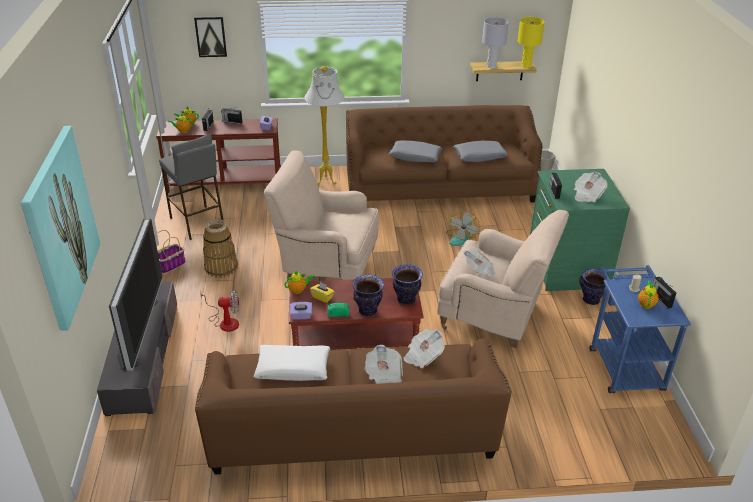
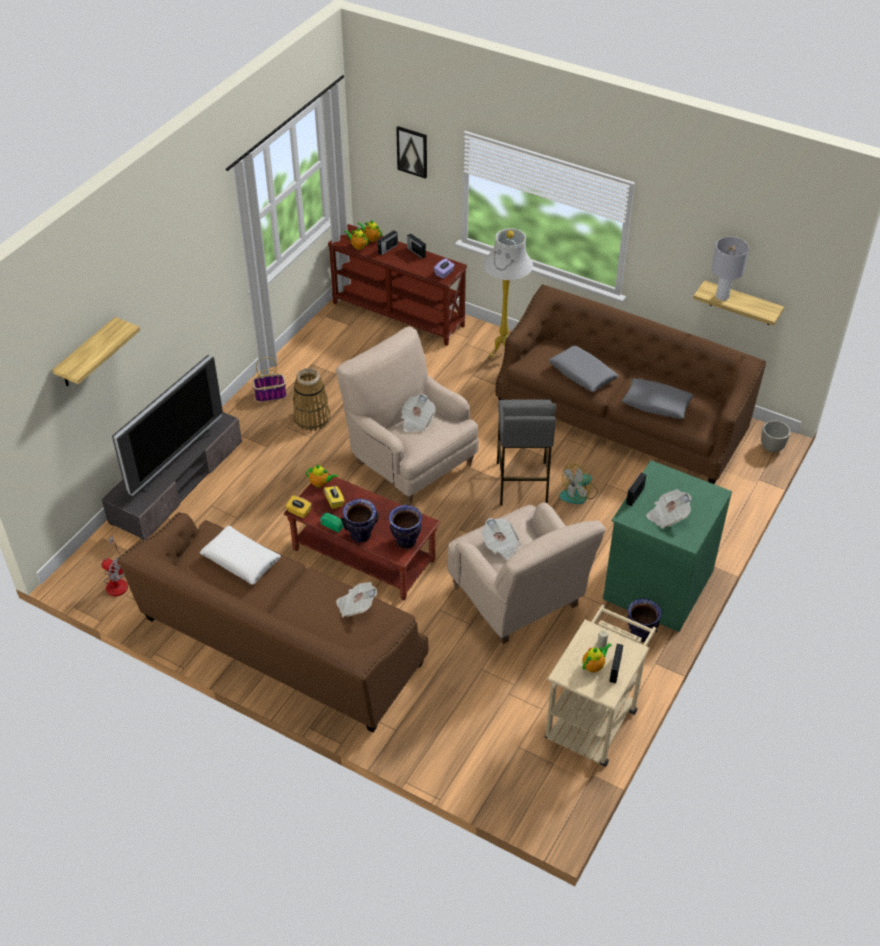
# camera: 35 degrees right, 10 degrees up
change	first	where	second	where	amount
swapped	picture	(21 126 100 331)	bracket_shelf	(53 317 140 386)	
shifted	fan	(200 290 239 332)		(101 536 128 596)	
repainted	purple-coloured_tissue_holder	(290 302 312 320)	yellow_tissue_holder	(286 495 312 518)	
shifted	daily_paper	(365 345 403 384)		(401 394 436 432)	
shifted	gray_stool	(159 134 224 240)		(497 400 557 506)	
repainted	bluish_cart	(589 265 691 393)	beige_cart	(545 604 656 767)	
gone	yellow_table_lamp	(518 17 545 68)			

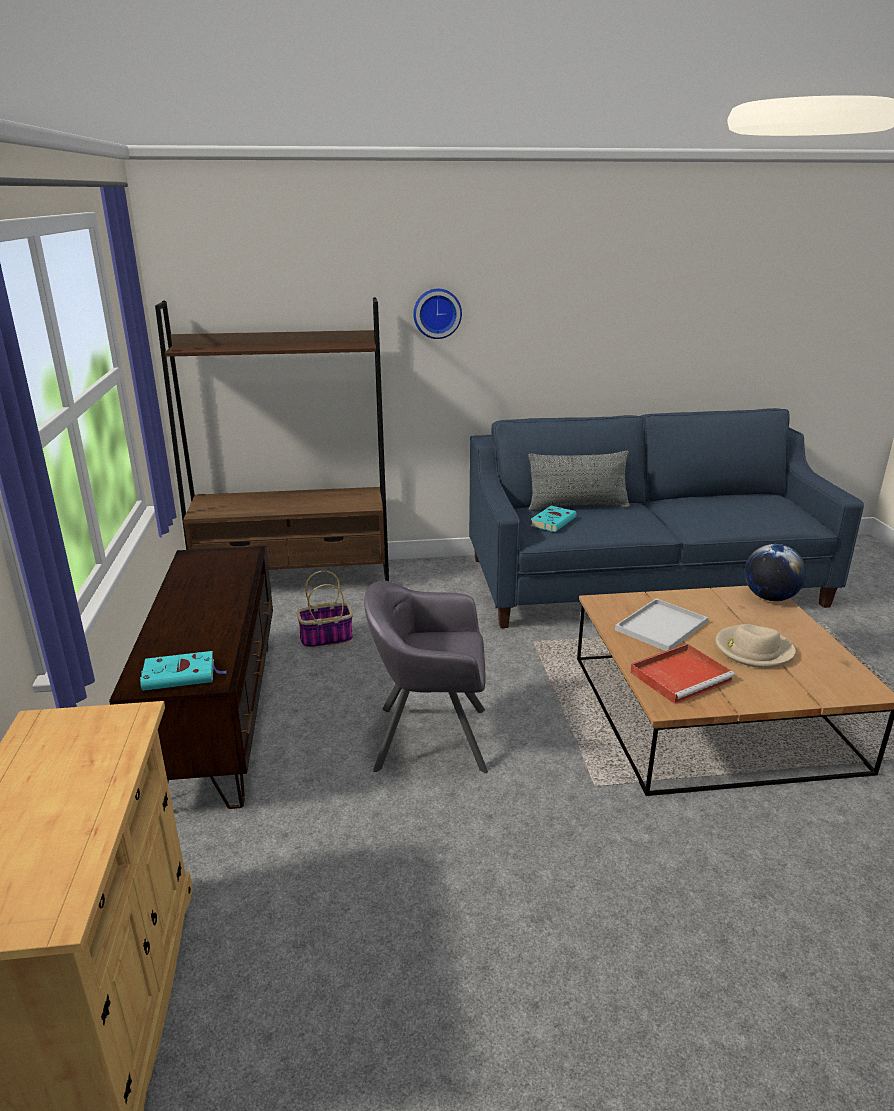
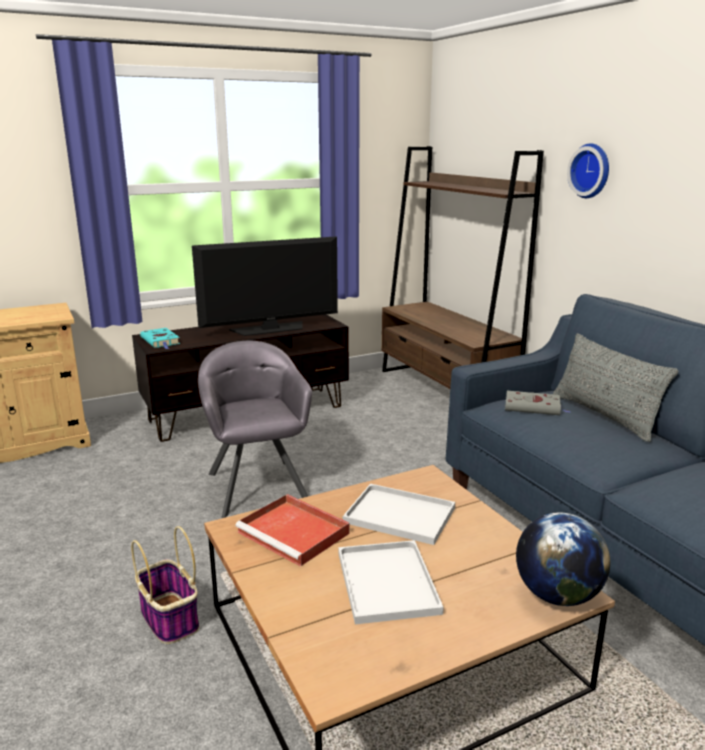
# camera: 70 degrees right, 5 degrees down
change	first	where	second	where	amount
shifted	storage_basket	(296 571 353 649)		(131 526 199 644)	
new			television	(192 236 338 336)	
swapped	beige_wearable_hat	(715 624 796 668)	white_serving_tray	(338 540 444 624)	
repainted	turquoise_book	(530 506 577 532)	gray_book	(504 391 571 415)	

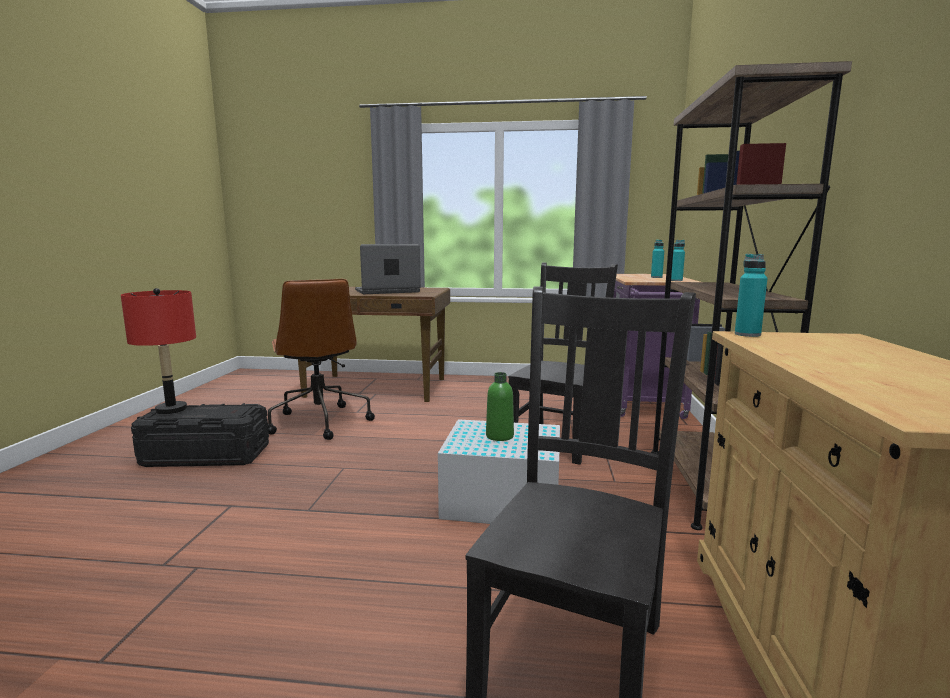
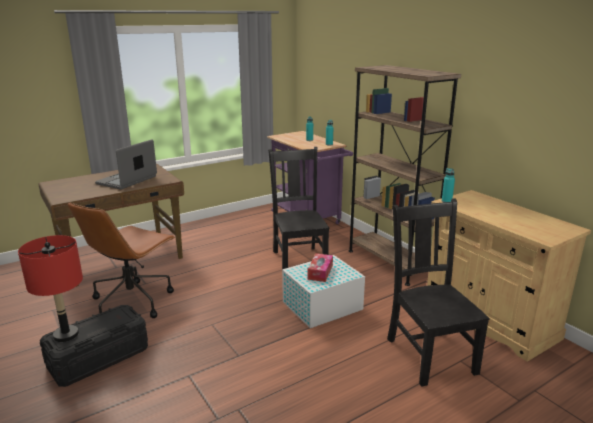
# camera: 40 degrees left, 10 degrees up
change	first	where	second	where	amount
rotated	brown-coloured_computer_chair	(268 279 375 440)		(68 202 175 318)	90 degrees clockwise
swapped	green-coloured_bottle	(486 372 514 441)	tissue_holder	(308 253 333 282)	

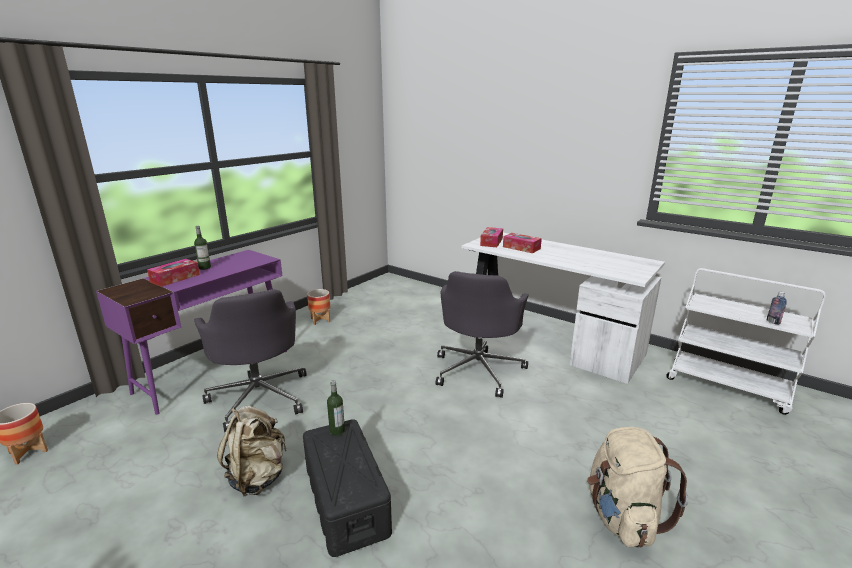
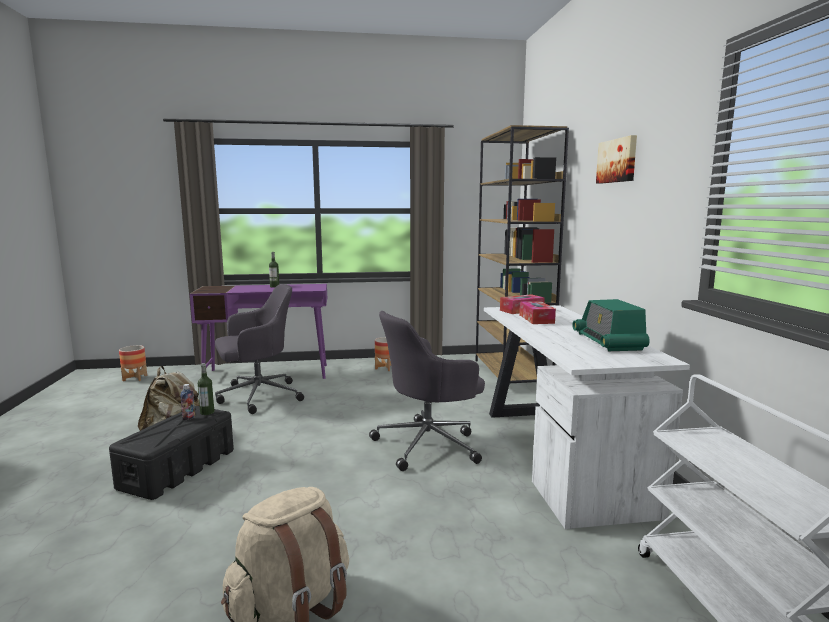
# camera: 45 degrees right, 10 degrees down
change	first	where	second	where	amount
shifted	bottle	(767 292 787 325)		(181 384 195 420)	
rotated	gray_computer_chair	(194 289 307 432)		(215 284 304 414)	135 degrees counterclockwise
new			brown-coloured_bookshelf	(476 125 569 383)	
new			radio	(572 299 650 351)	
new			picture	(596 135 637 184)	
gone	tissue_holder	(147 259 200 287)			

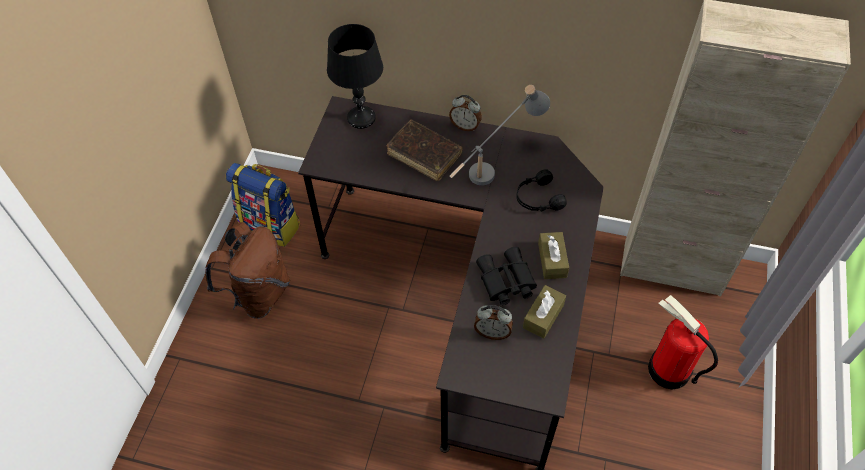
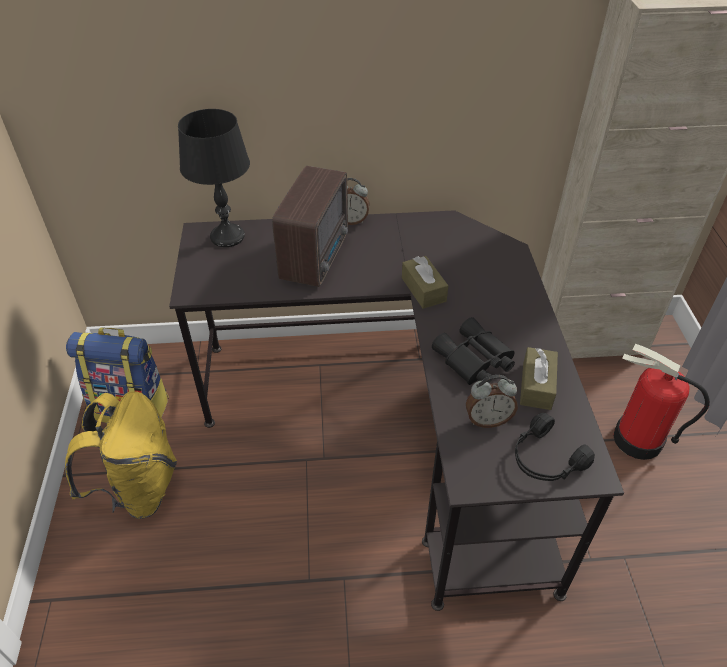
# camera: 20 degrees left, 10 degrees down
change	first	where	second	where	amount
repainted	brown-coloured_backpack	(205 222 290 319)	yellow_backpack	(65 392 177 519)	
swapped	brown-coloured_book	(387 119 462 181)	radio	(272 166 348 287)	
shifted	brown-coloured_tissue_holder	(538 232 569 279)		(402 256 448 309)	
shifted	black-coloured_pair_of_headphones	(516 169 567 212)		(515 413 595 481)	
gone	gray_table_lamp	(450 85 550 186)			

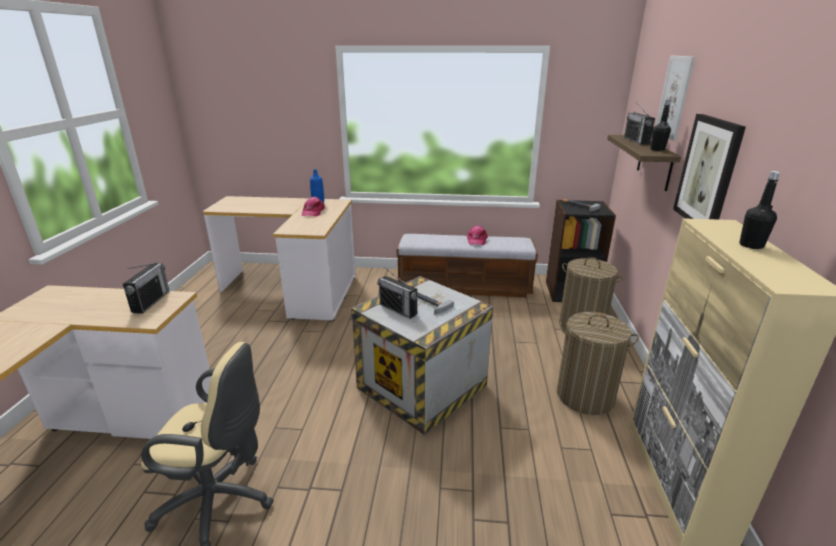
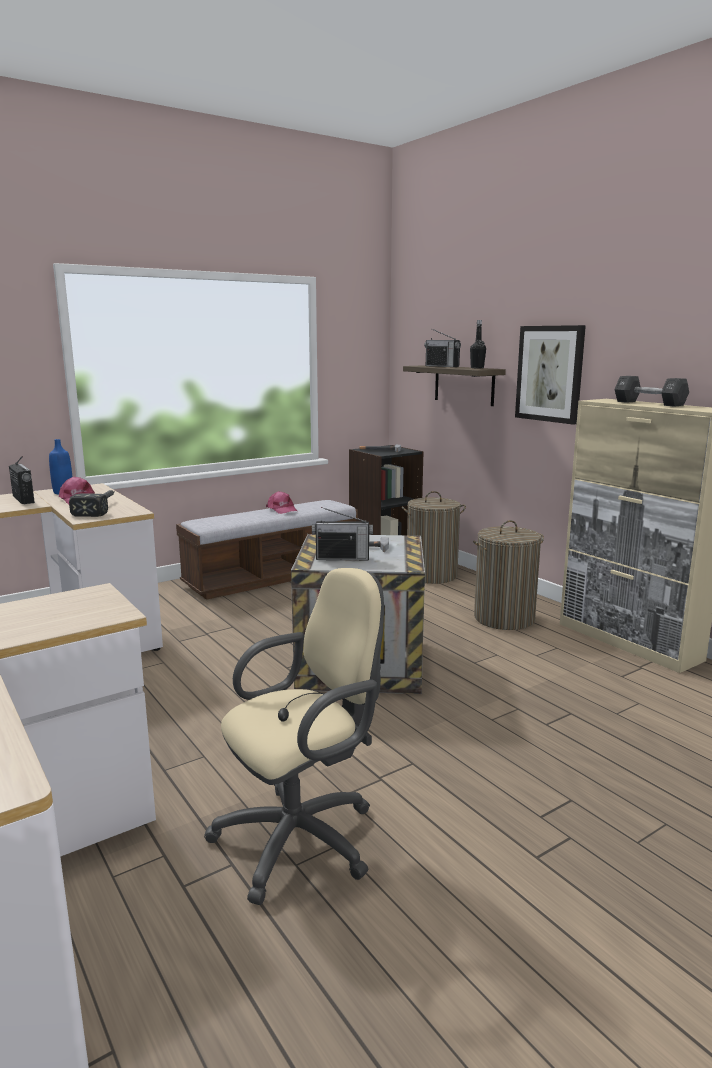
# camera: 40 degrees left, 10 degrees down
change	first	where	second	where	amount
shifted	radio	(123 262 170 314)		(9 456 35 504)	
new			tool_hammer	(69 490 114 517)	
swapped	black-coloured_bottle	(739 171 781 249)	black-coloured_dumbbell	(614 376 689 407)	
gone	picture	(656 56 695 141)			

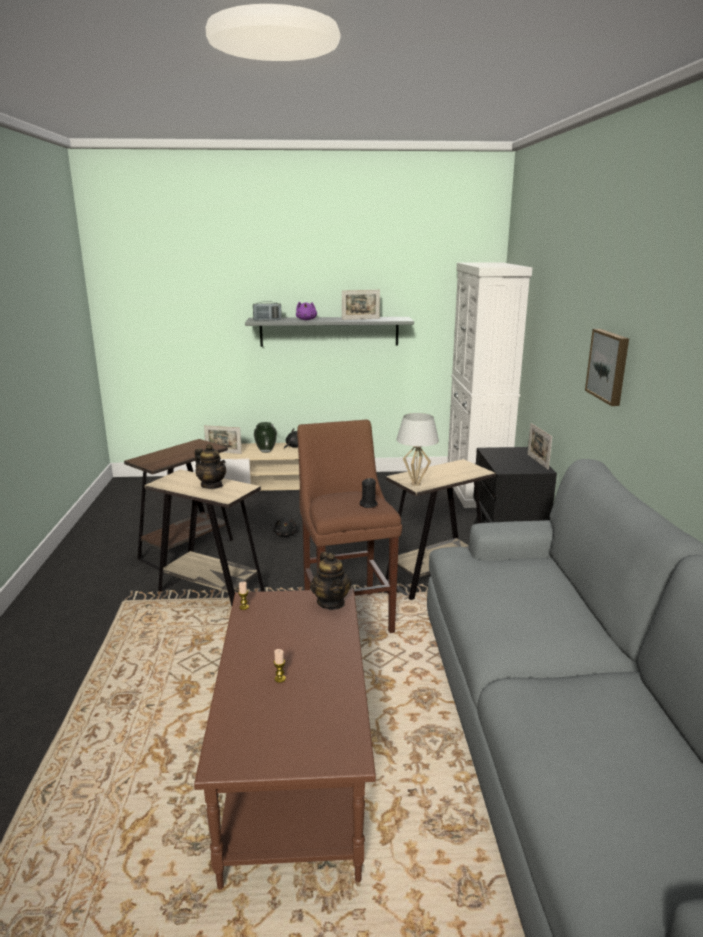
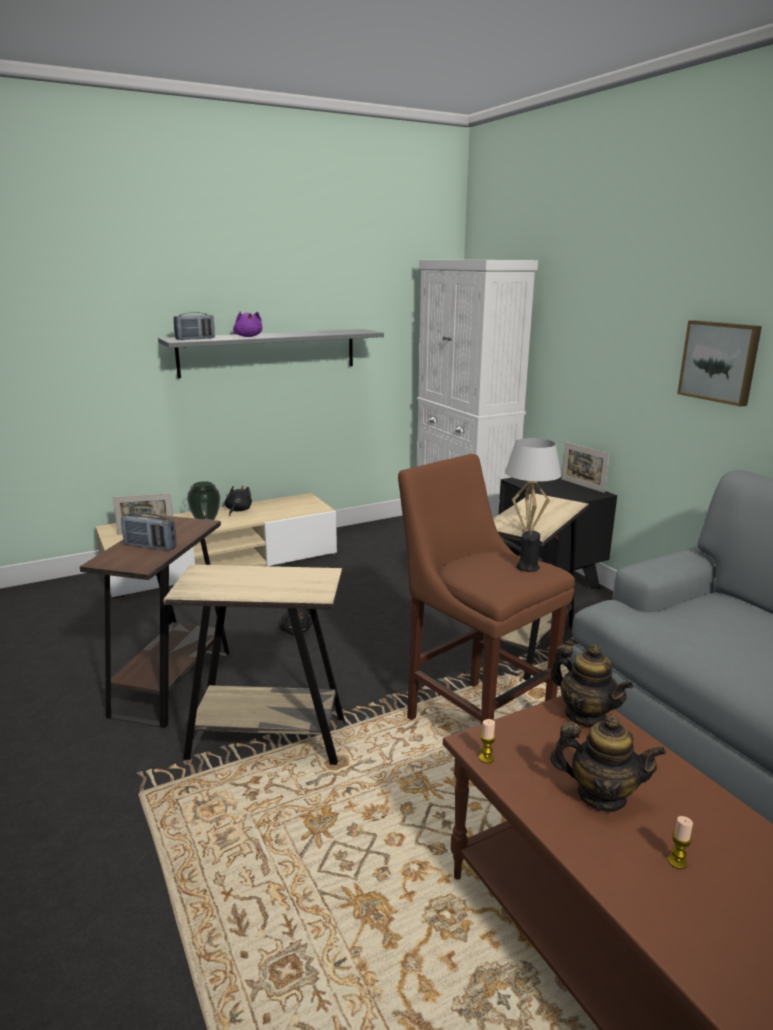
# camera: 25 degrees left, 0 degrees up
change	first	where	second	where	amount
new			radio	(121 512 176 550)	
shifted	tea_pot	(195 444 226 489)		(550 715 666 812)	
gone	standing_frame	(342 290 380 320)			

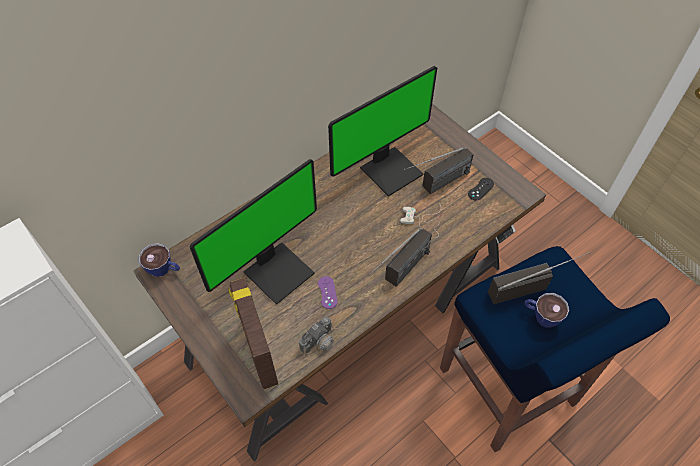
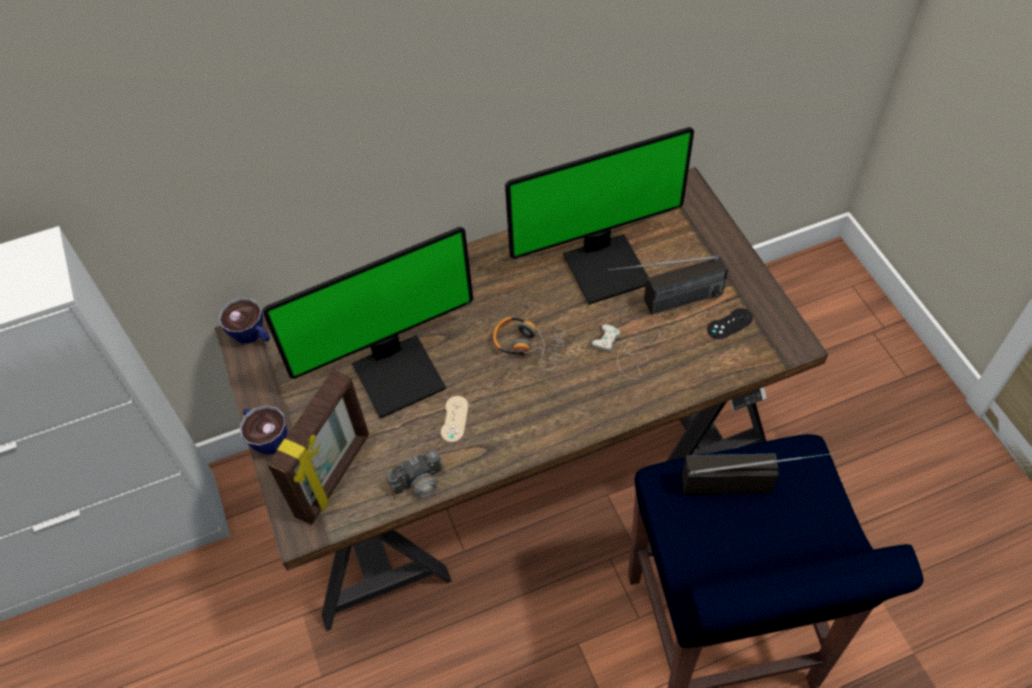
# camera: 20 degrees right, 0 degrees up
change	first	where	second	where	amount
shifted	cup	(525 293 569 328)		(240 405 287 455)	
rotated	standing_frame	(229 277 278 389)		(268 370 369 525)	150 degrees counterclockwise
repainted	purple-coloured_gamepad	(318 276 337 309)	beige_gamepad	(441 396 469 443)	
new			pair_of_headphones	(493 317 565 371)	
gone	radio	(368 228 432 287)			

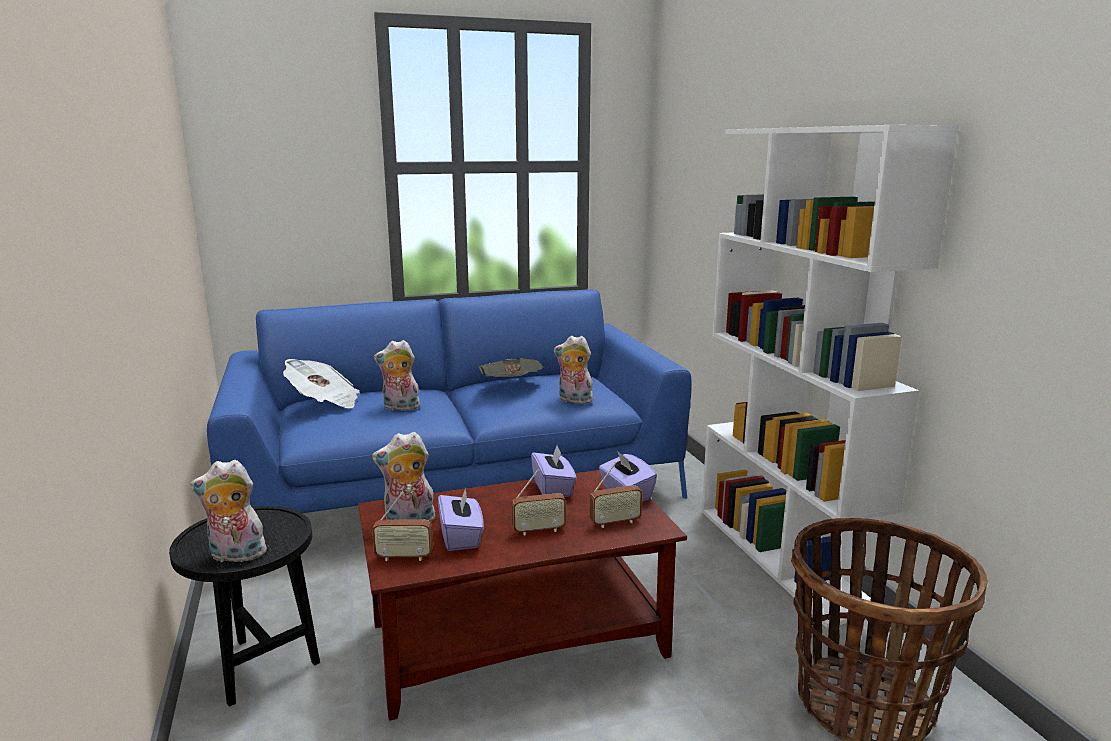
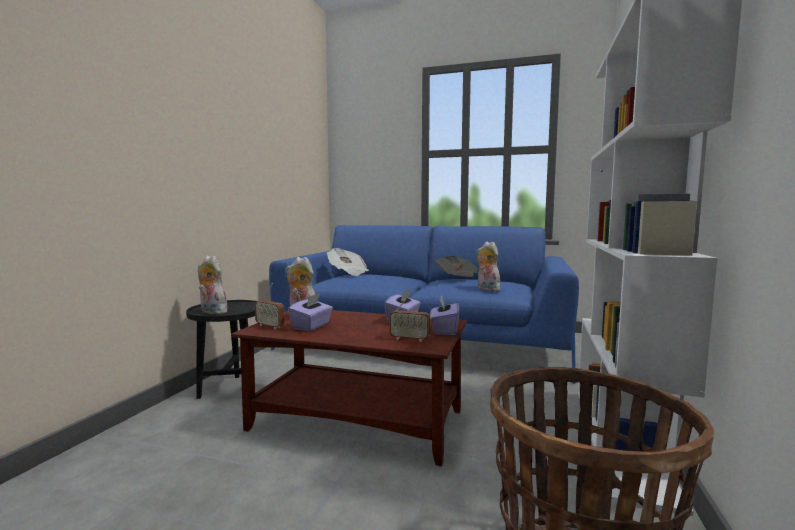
# camera: 35 degrees right, 10 degrees down
change	first	where	second	where	amount
gone	cuddly_toy	(374 340 420 411)			
gone	radio	(512 469 566 536)			

